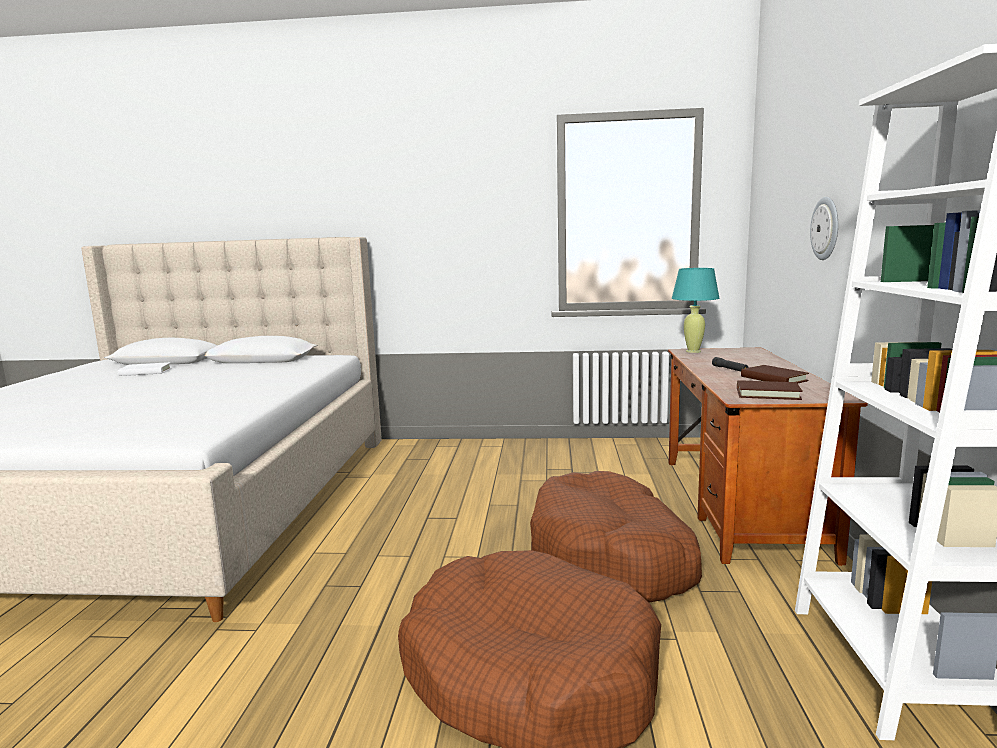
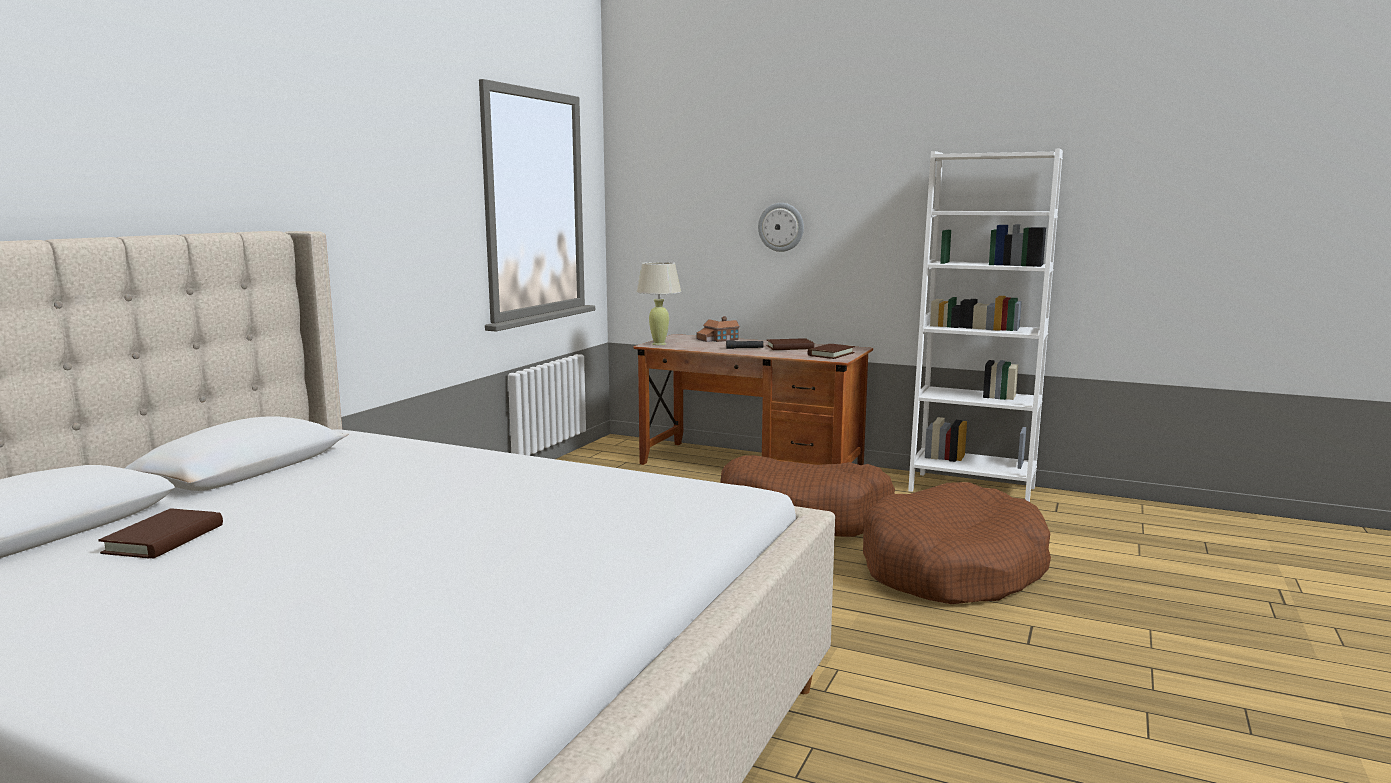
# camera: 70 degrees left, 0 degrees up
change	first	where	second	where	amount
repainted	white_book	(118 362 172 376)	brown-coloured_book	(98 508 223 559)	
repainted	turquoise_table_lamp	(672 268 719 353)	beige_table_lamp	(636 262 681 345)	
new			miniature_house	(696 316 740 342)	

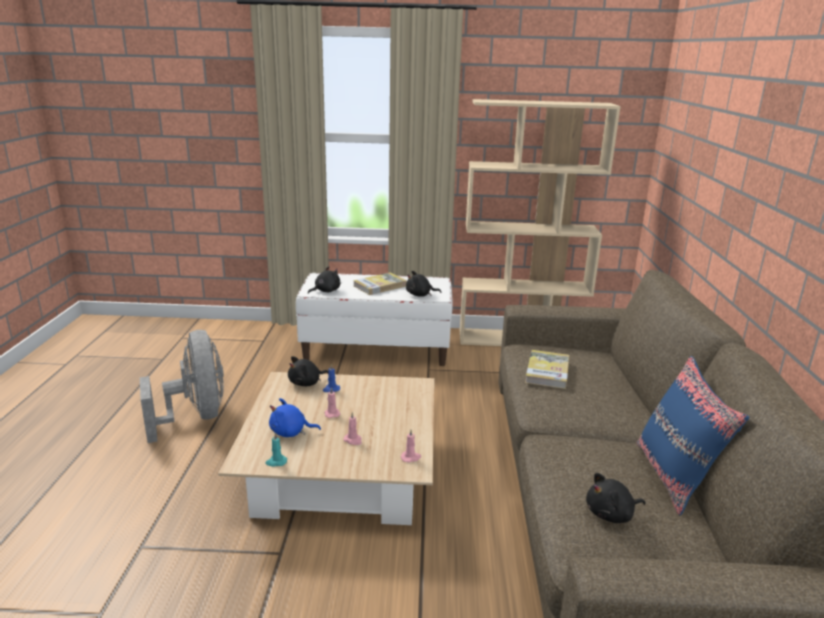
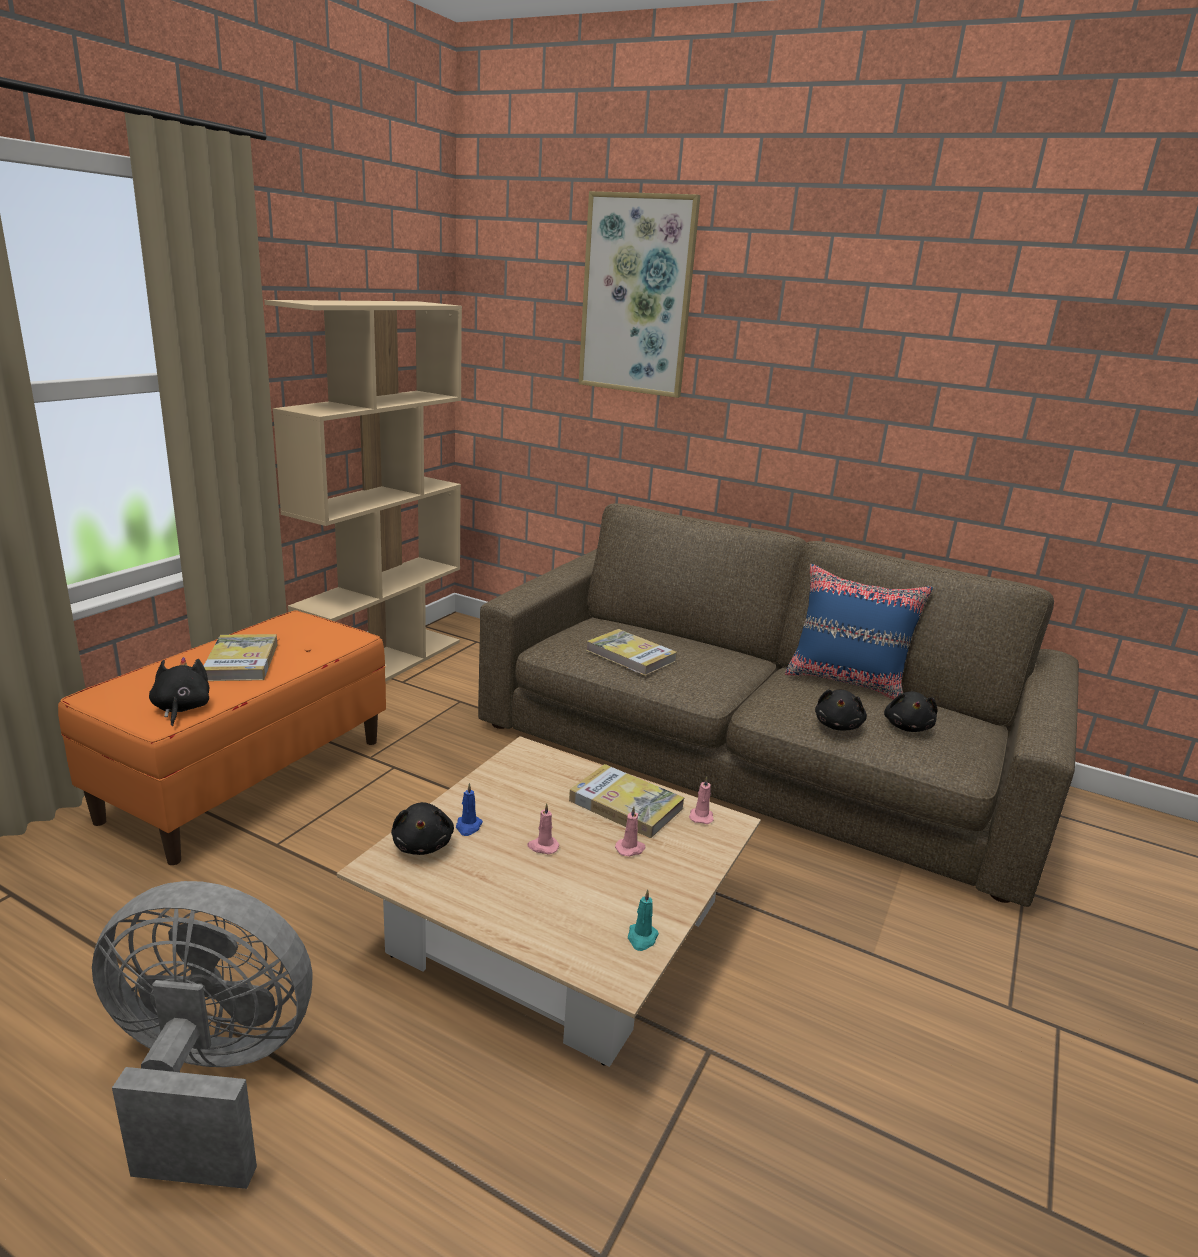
# camera: 65 degrees left, 0 degrees up
change	first	where	second	where	amount
repainted	white_bench	(296 273 453 366)	orangey_bench	(58 610 386 865)	
new			book	(569 764 685 838)	
new			picture	(579 191 701 398)	
shifted	black-coloured_cuddly_toy	(406 271 441 297)		(815 689 867 730)	
gone	bluish_cuddly_toy	(269 398 321 437)			

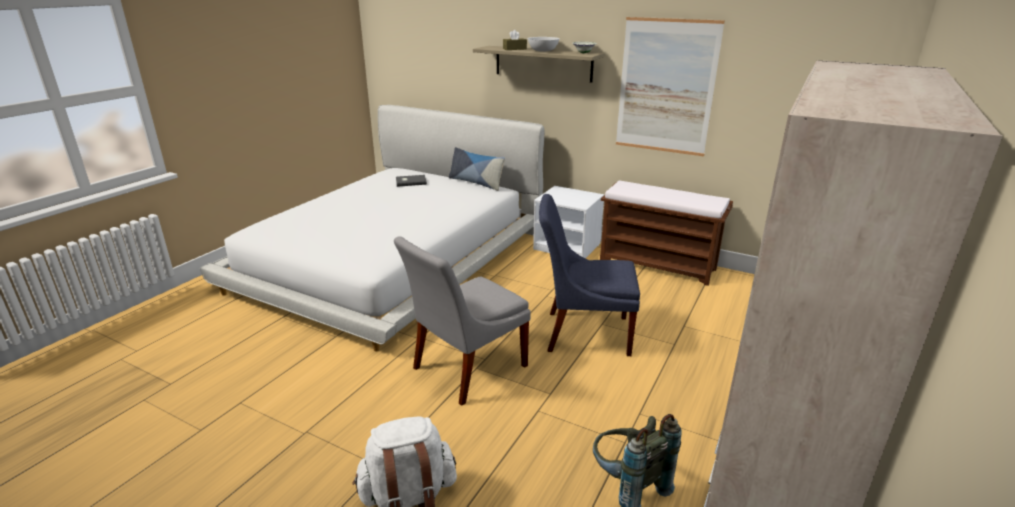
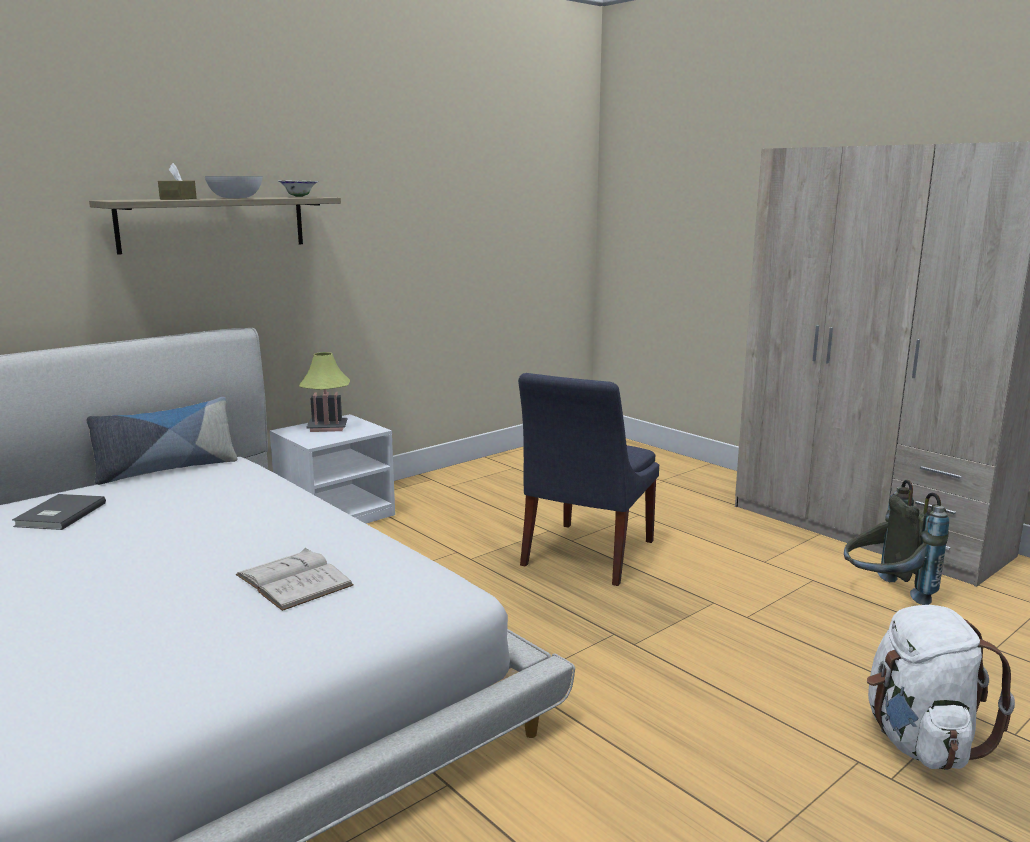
# camera: 70 degrees left, 10 degrees down
change	first	where	second	where	amount
new			white_book	(236 548 354 611)	
new			table_lamp	(299 352 350 432)	
gone	gray_upright_chair	(394 236 531 406)			
gone	brown-coloured_bench	(600 180 733 286)			
gone	picture	(616 17 725 156)			

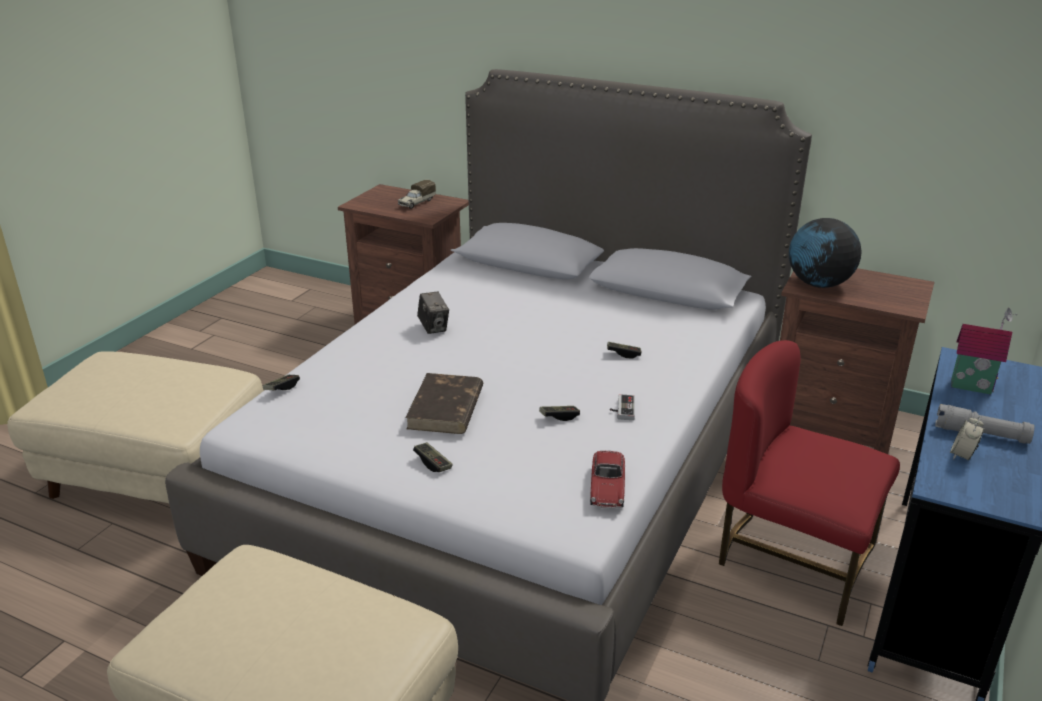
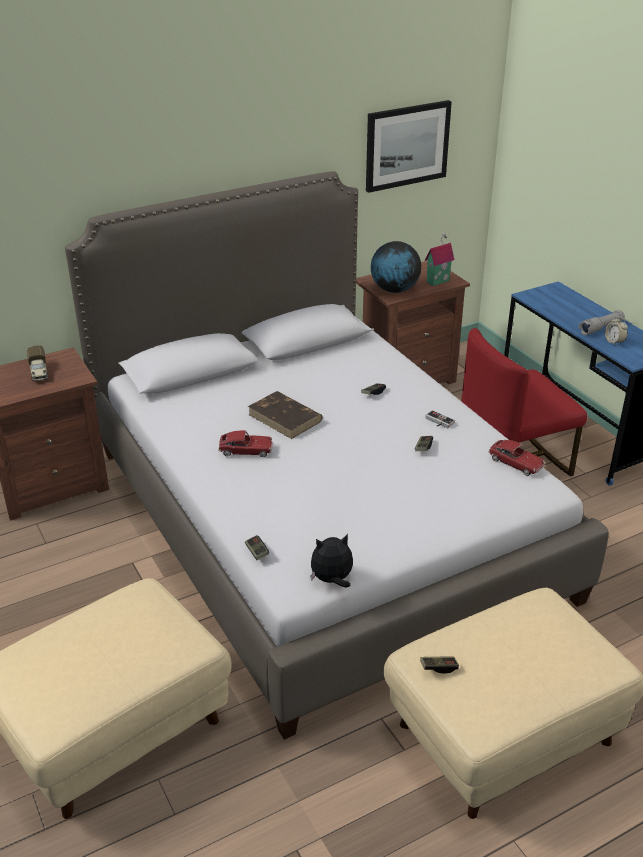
# camera: 55 degrees left, 5 degrees up
change	first	where	second	where	amount
swapped	photo_camera	(417 292 449 334)	toy_car	(218 430 273 457)	
shifted	brown-coloured_book	(405 373 483 434)		(248 391 323 439)	
new			cuddly_toy	(310 534 353 587)	
new			picture	(366 100 452 193)	
shifted	gamepad	(413 442 453 472)		(420 656 459 674)	
shifted	miniature_house	(951 308 1017 394)		(425 231 454 286)	

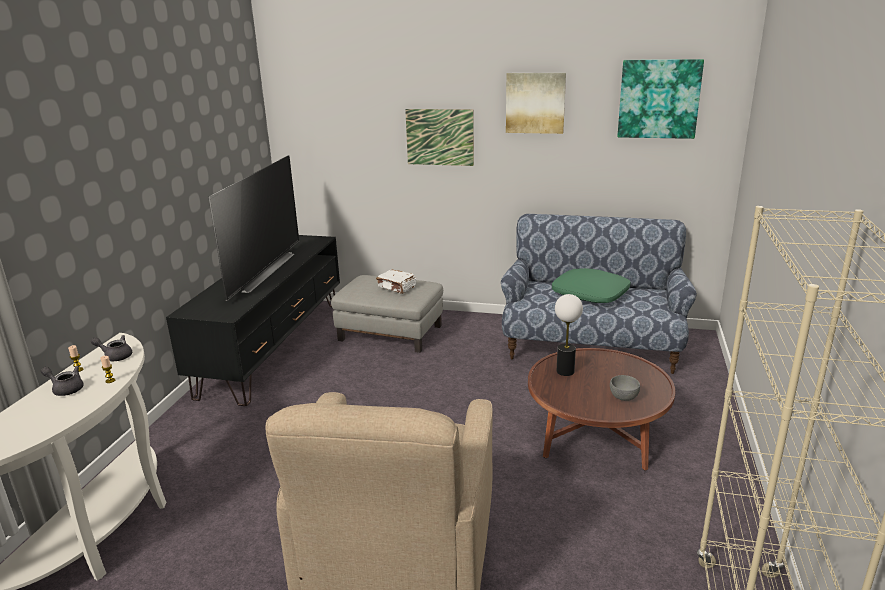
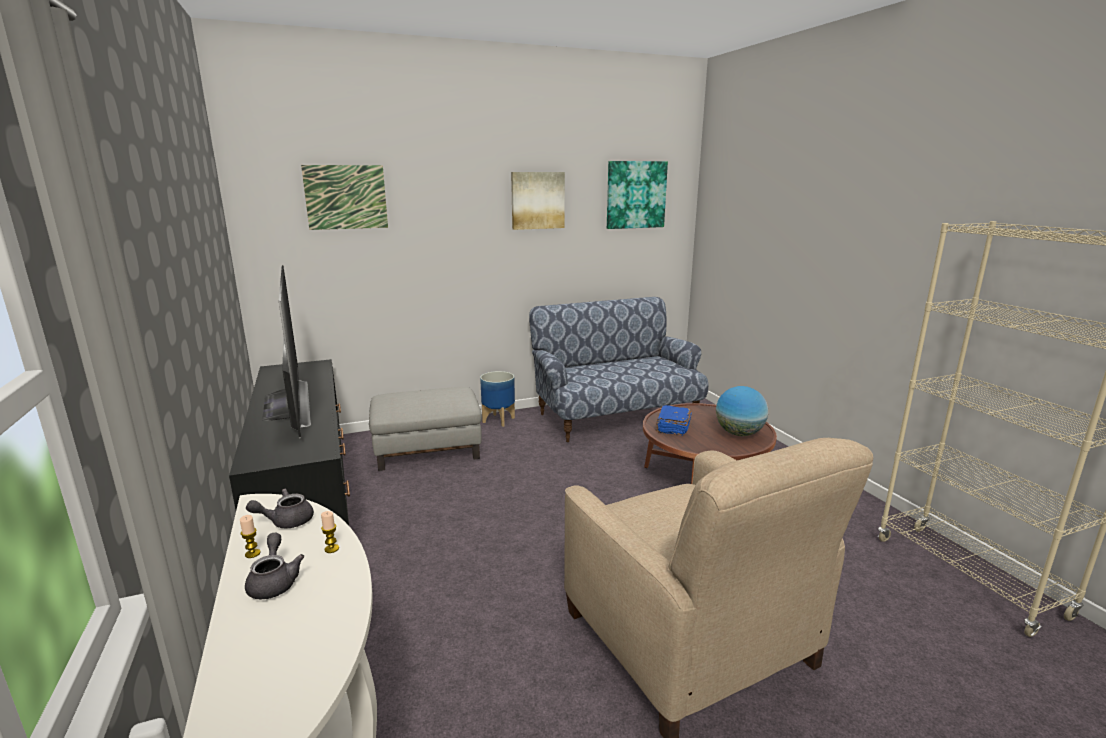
# camera: 35 degrees left, 5 degrees down
change	first	where	second	where	amount
rotated	gray_tea_pot	(41 366 84 396)		(245 533 304 599)	90 degrees clockwise
shifted	picture	(405 109 474 166)		(301 165 388 230)	
new			plant_pot	(480 371 515 427)	
swapped	table_lamp	(555 294 583 376)	bluish_book	(656 405 692 436)	
swapped	gray_bowl	(610 375 640 401)	globe	(716 386 768 436)	
gone	white_book	(376 269 416 294)			
gone	green-coloured_pillow	(552 268 631 303)			

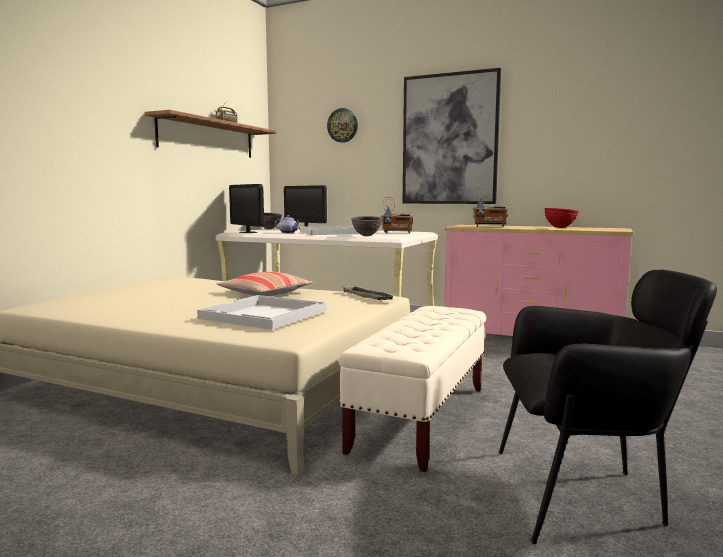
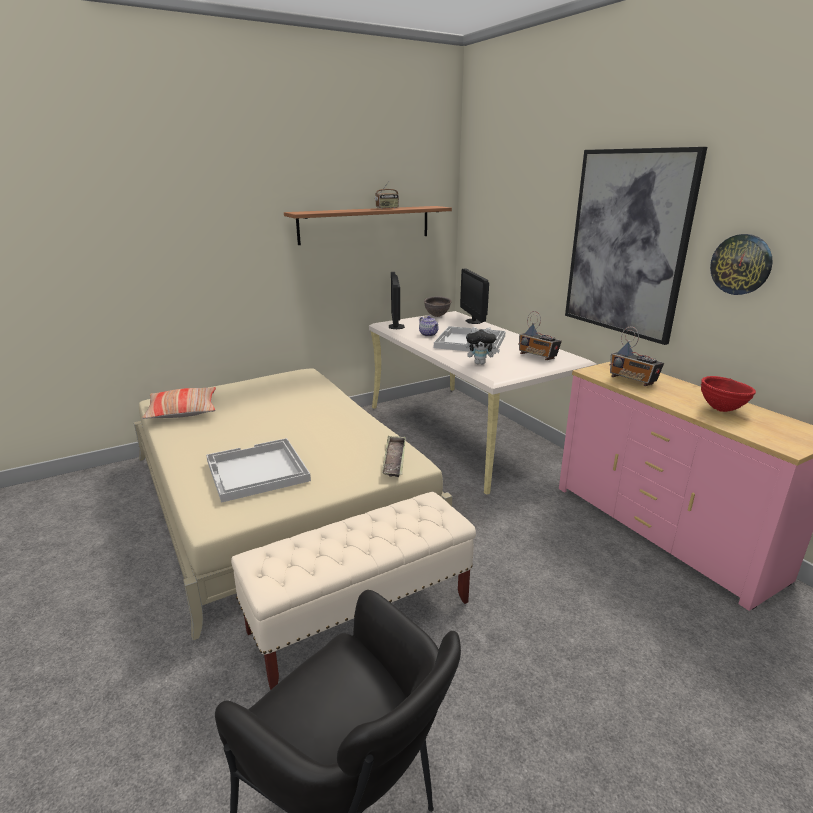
# camera: 35 degrees right, 15 degrees up
change	first	where	second	where	amount
shifted	pillow	(217 272 313 296)		(142 387 216 419)	
swapped	brown-coloured_bowl	(351 216 383 236)	cuddly_toy	(465 327 500 364)	
shifted	wall_clock	(327 108 358 143)		(710 234 773 295)	

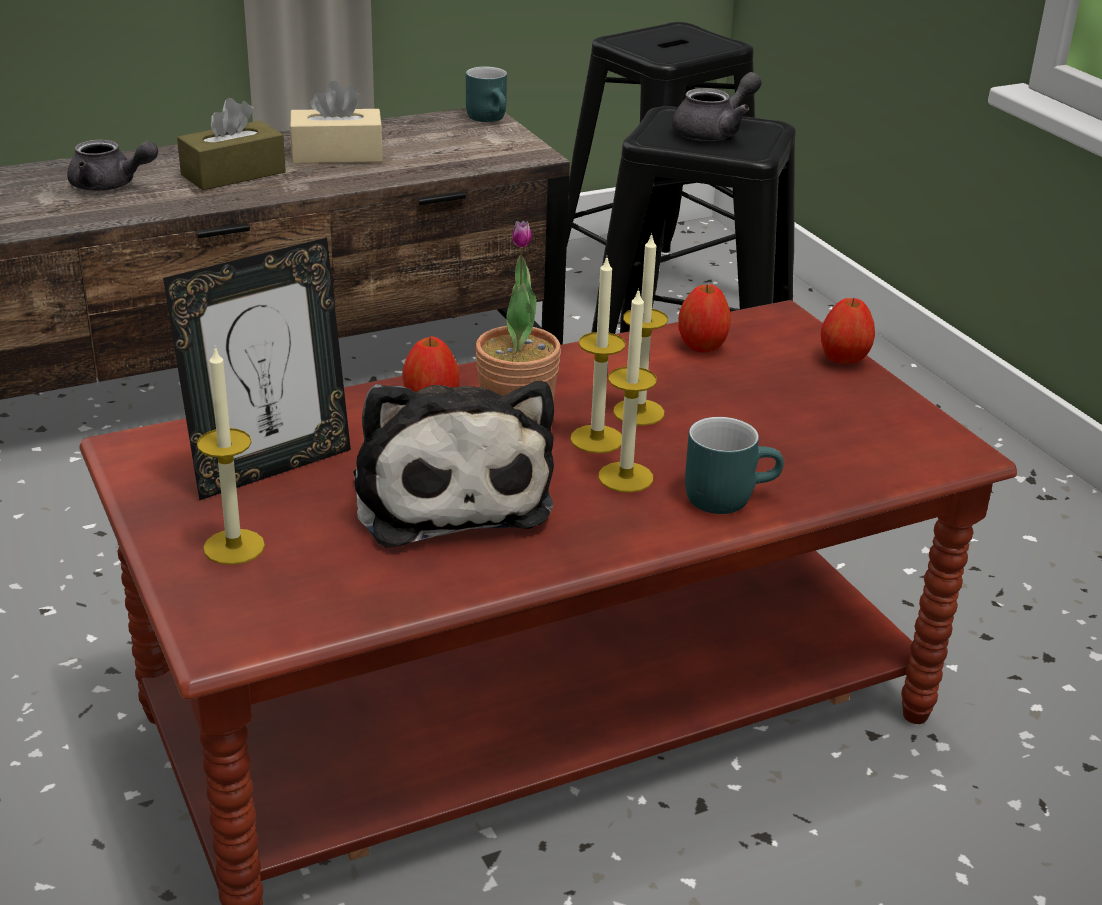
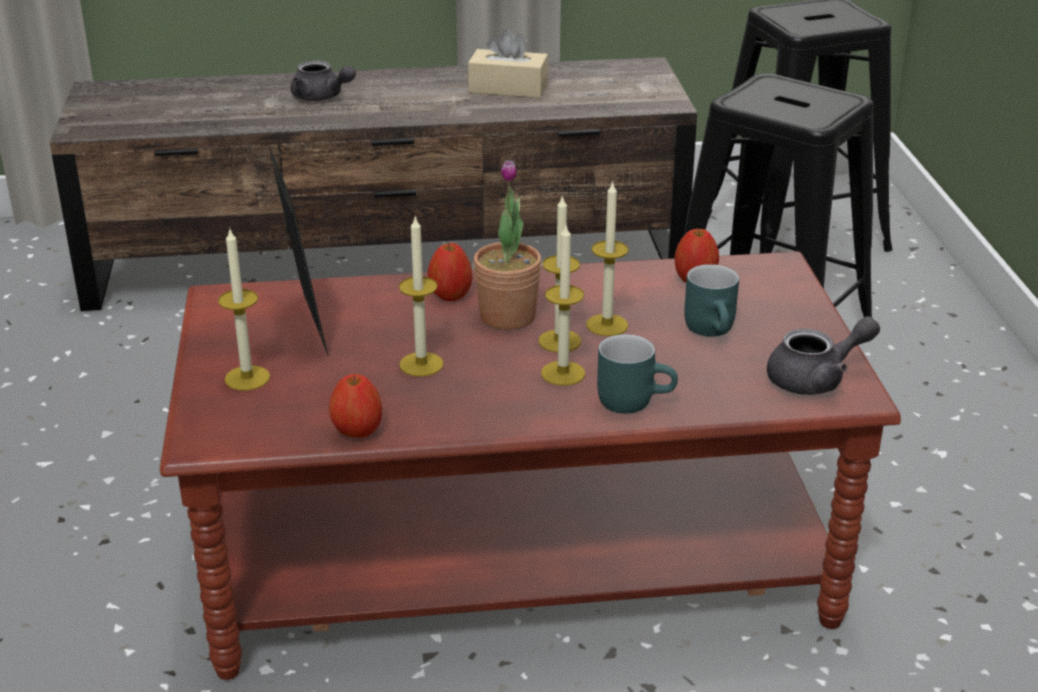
# camera: 20 degrees right, 0 degrees up
change	first	where	second	where	amount
rotated	standing_frame	(163 238 351 500)		(269 147 328 355)	90 degrees counterclockwise
shifted	apple	(821 298 875 364)		(329 374 382 438)	
swapped	cuddly_toy	(353 381 554 548)	wax_candle	(399 215 444 377)	
shifted	turquoise_tea_mug	(466 66 507 122)		(684 264 739 337)	
shifted	gray_tea_pot	(672 72 762 141)		(767 316 880 395)	
gone	brown-coloured_tissue_holder	(177 98 286 190)			

